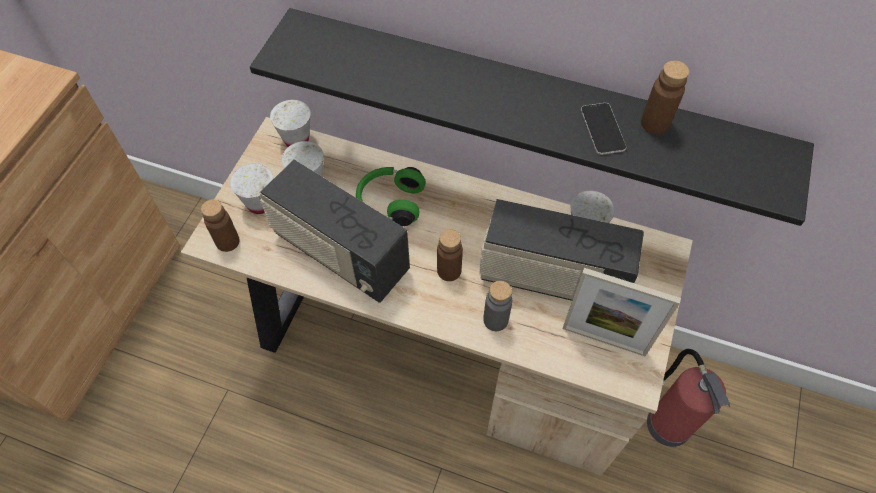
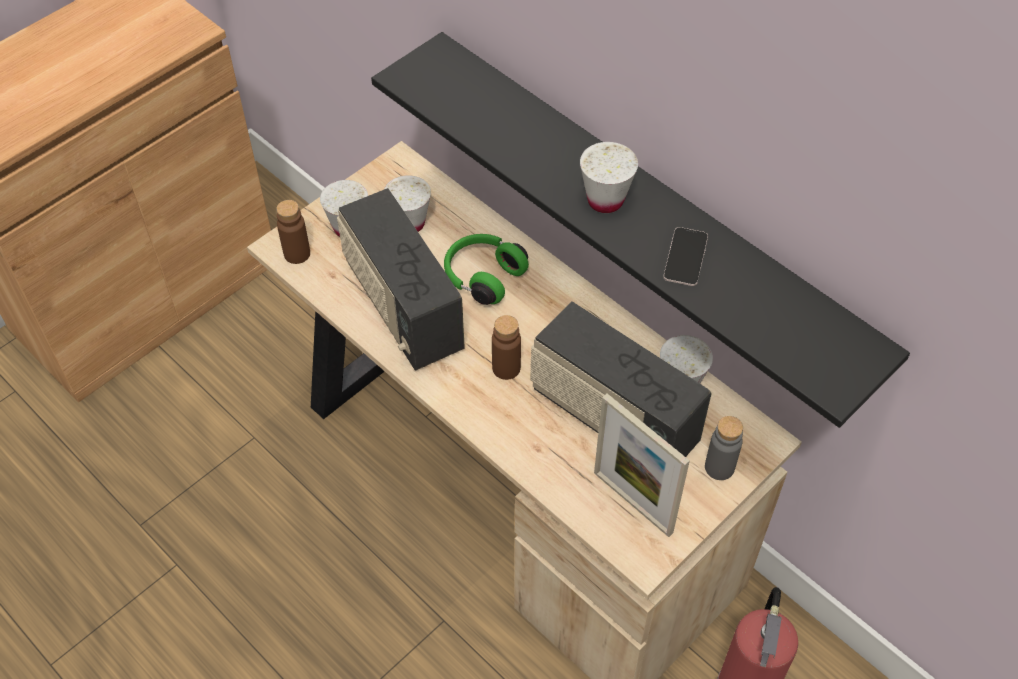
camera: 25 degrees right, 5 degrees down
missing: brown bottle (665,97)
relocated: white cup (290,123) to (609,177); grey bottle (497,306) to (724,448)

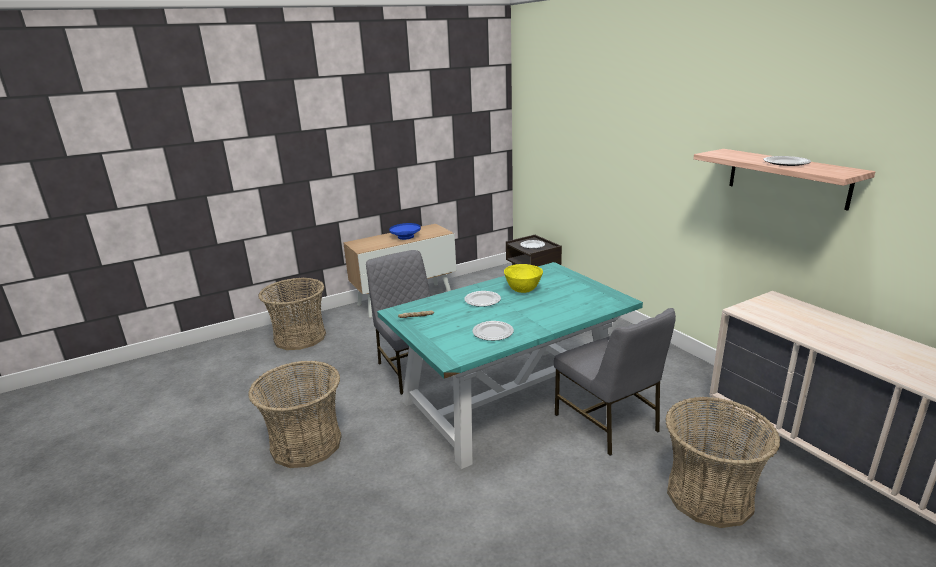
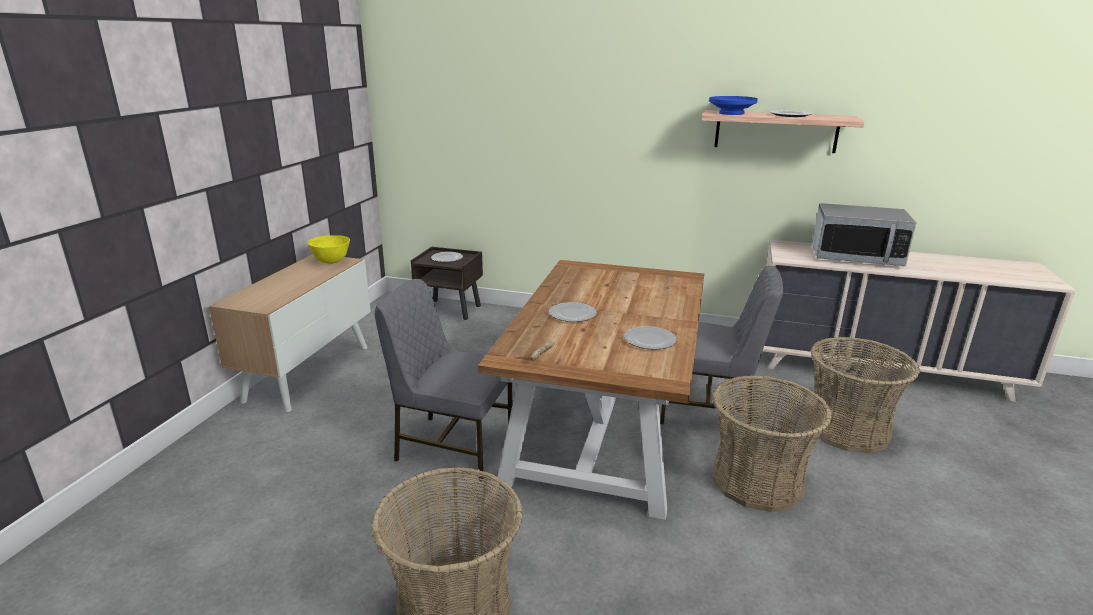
camera: 45 degrees left, 0 degrees up
appeared: microwave (864,234)
relocated: basket (292,314) to (772,443); blue bowl (405,231) to (733,105); yellow bowl (523,278) to (329,249)
colour: turquoise dining table (510,365) to brown dining table (591,390)

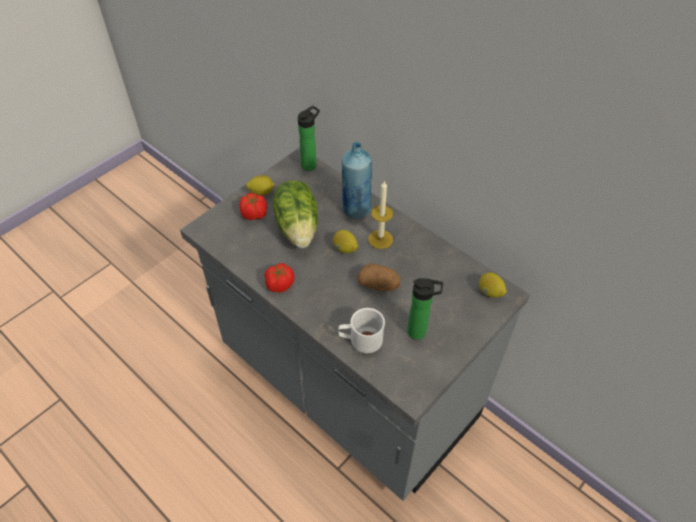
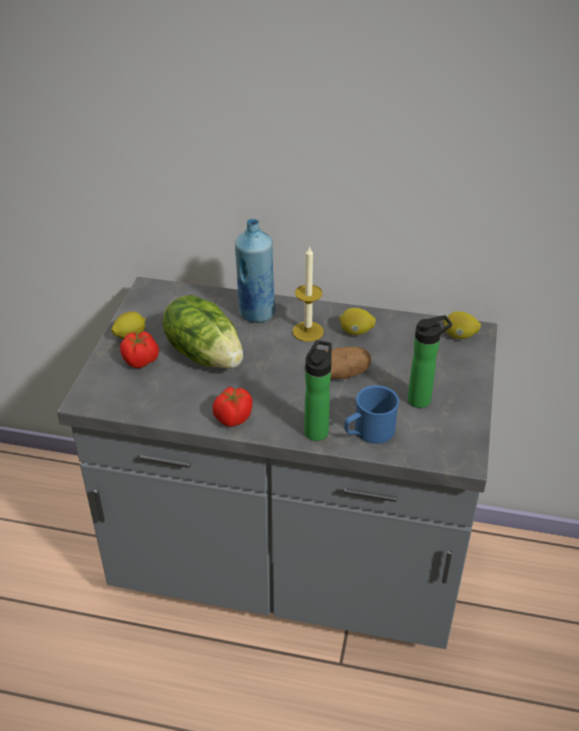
camera: 30 degrees left, 10 degrees down
relocated: bottle (309,138) to (318,390); lemon (345,241) to (357,321)
colour: white mug (361,330) to blue mug (372,414)

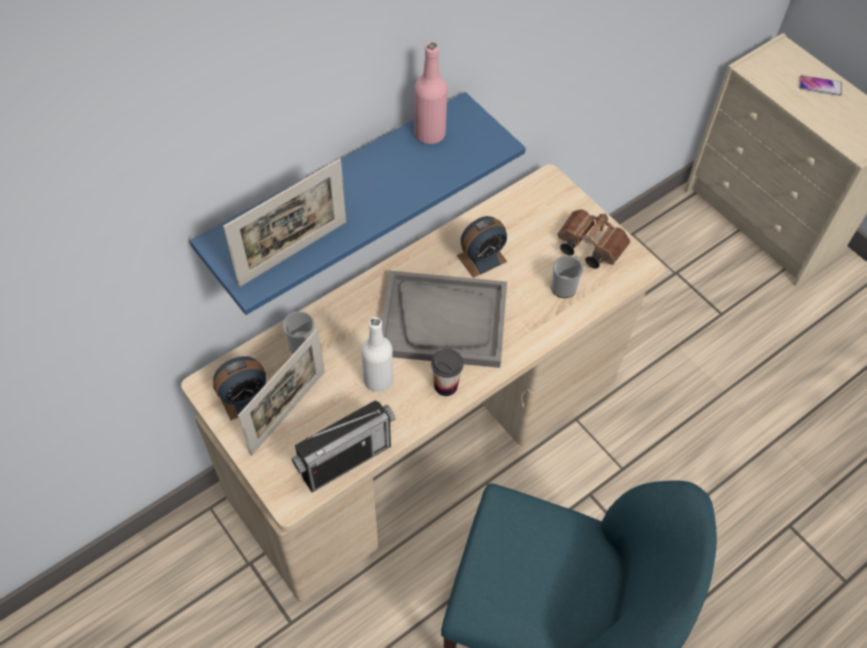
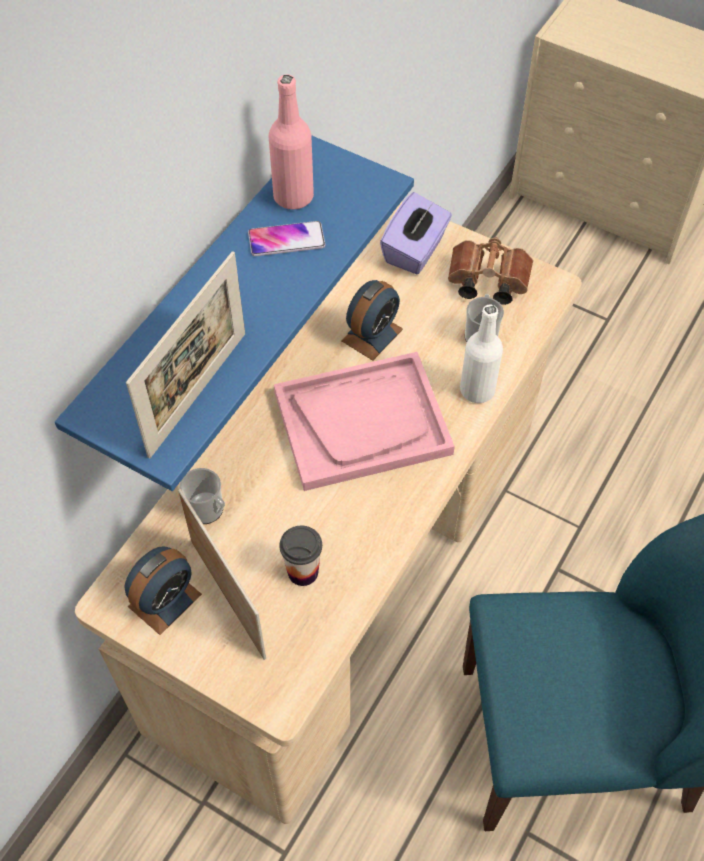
camera: 20 degrees left, 0 degrees up
missing: radio (343,446)
appeared: purple tissue box (416,233)
relocated: white bottle (377,354) to (481,354); cup (447,372) to (301,556); phone (820,85) to (286,238)
colour: grey tray (444,319) to pink tray (364,421)
spun: picture frame (281,392) = (222,574) 45 degrees counterclockwise

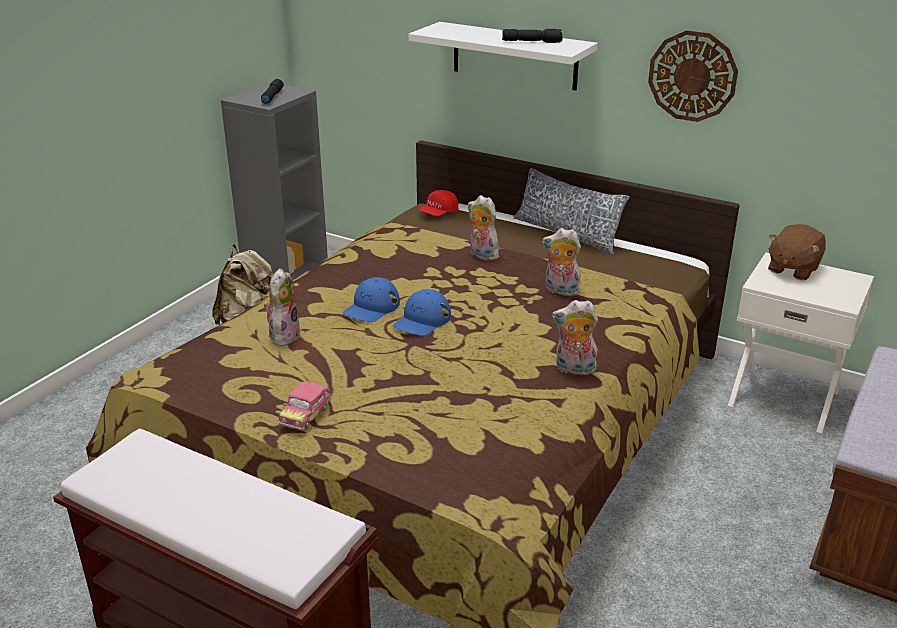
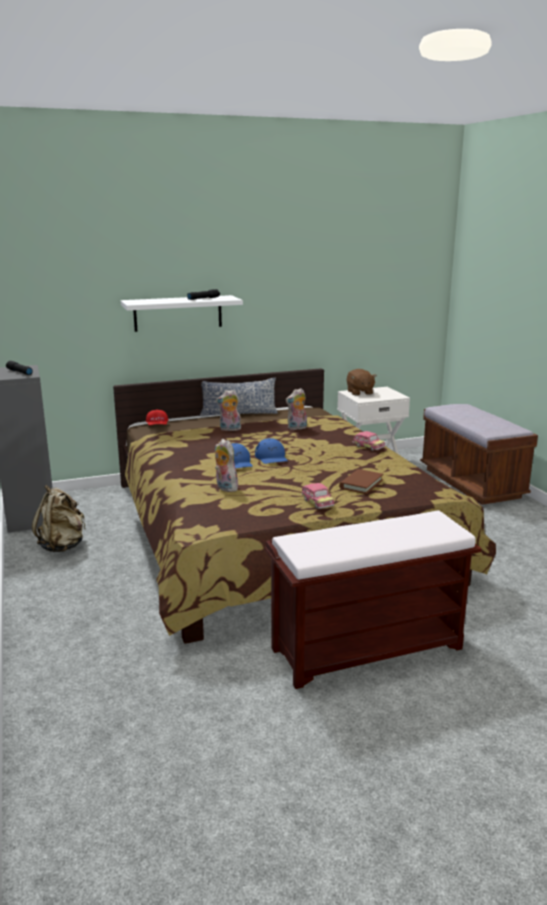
camera: 50 degrees left, 10 degrees down
missing: wall clock (693,76)
appeared: brown book (361,481)
exchanged: plush toy (575,337) to toy car (369,441)

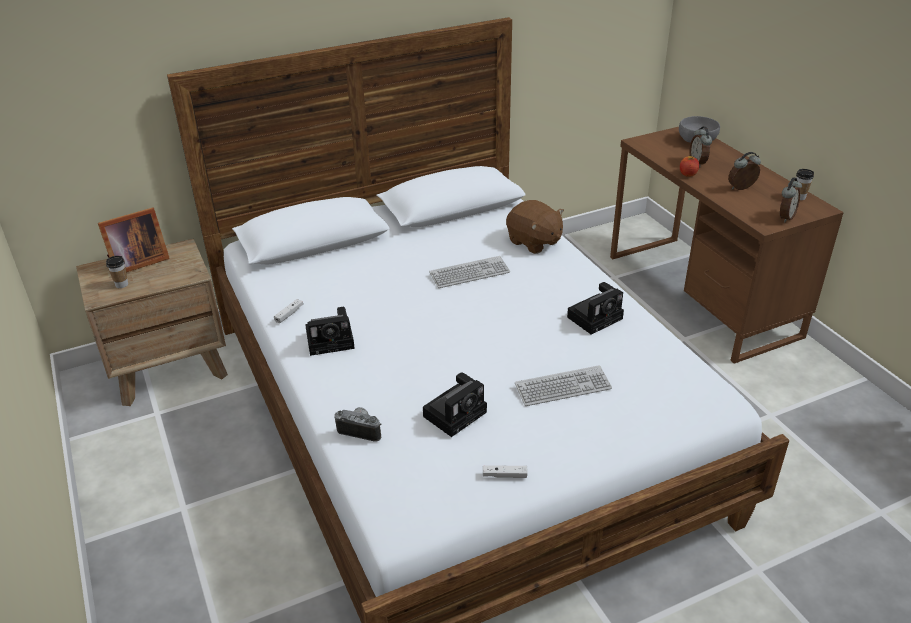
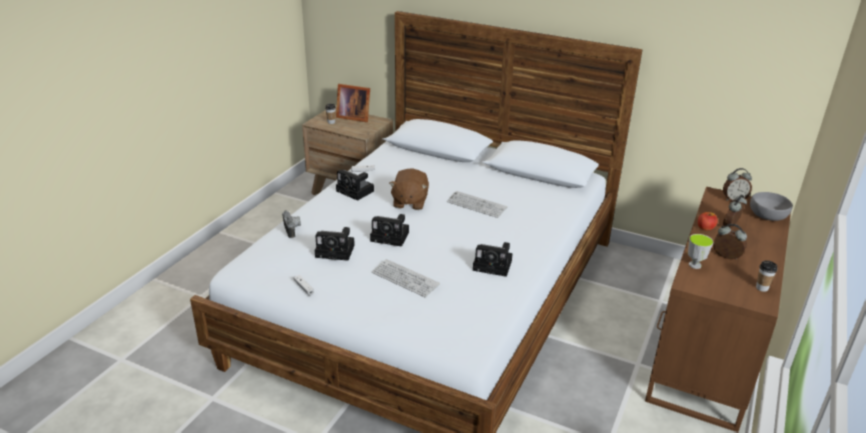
camera: 50 degrees right, 5 degrees down
appeared: photo camera (389,230); cup (701,251)
relocated: brown plush toy (535,227) to (409,189); alarm clock (791,199) to (737,185)

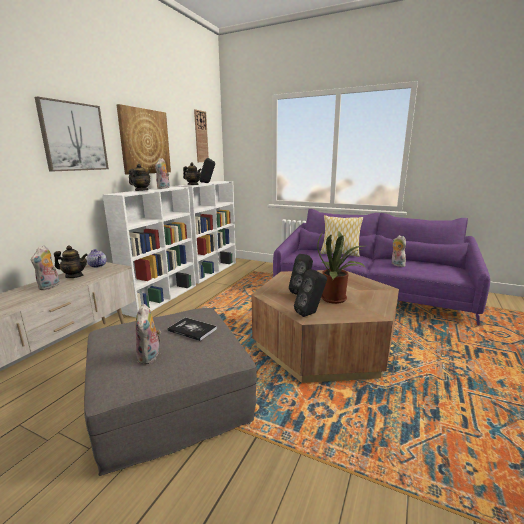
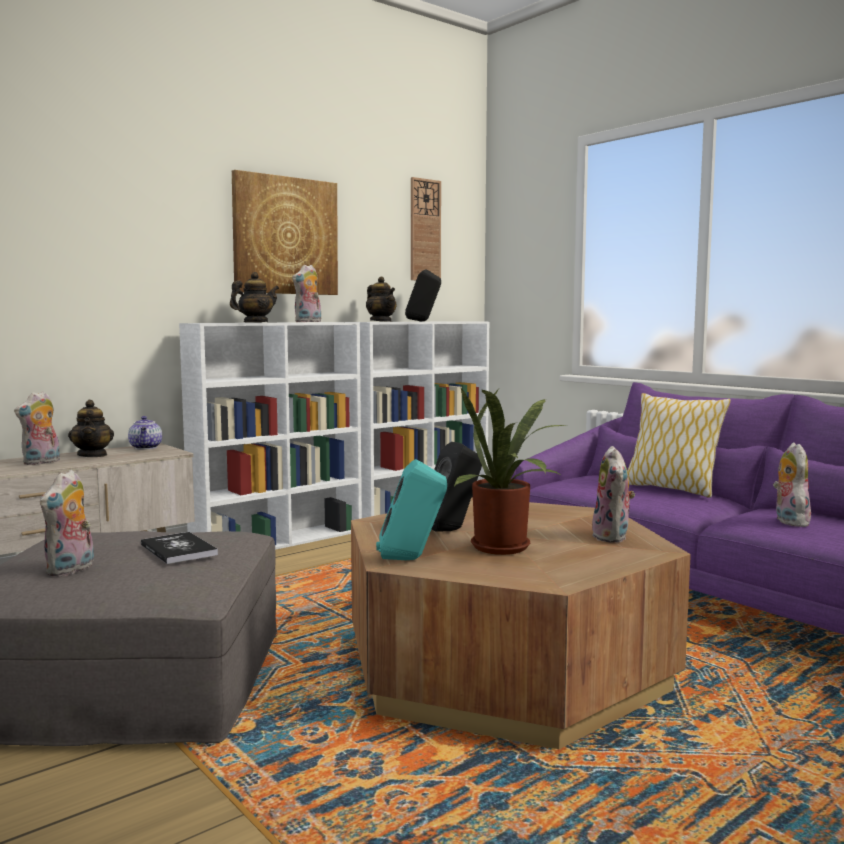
camera: 25 degrees right, 10 degrees down
missing: picture (72,134)
appeared: plush toy (613,494)
colour: black speaker (310,293) to turquoise speaker (411,509)
spun: teapot (71,261) = (91,428) 45 degrees clockwise

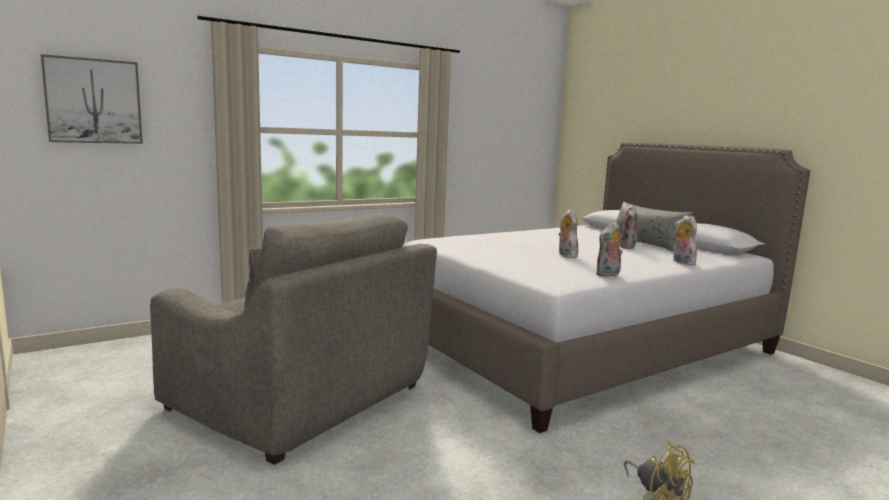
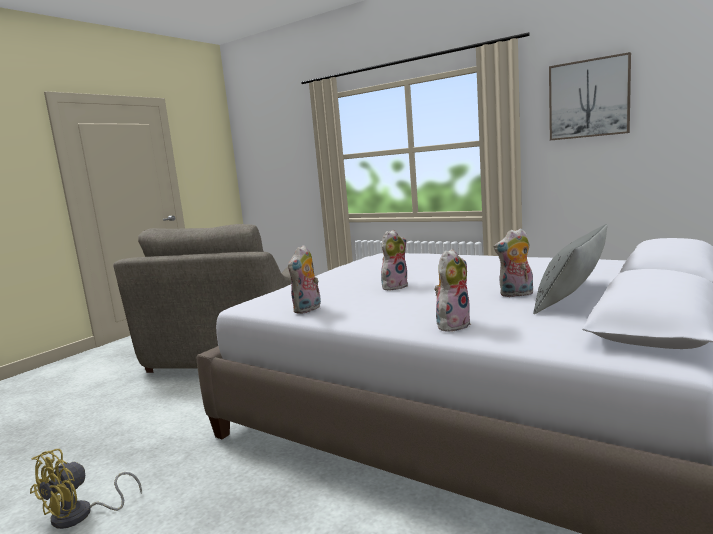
camera: 70 degrees right, 0 degrees up
relocated: picture (92,99) to (590,96)
spun: plush toy (609,249) = (304,279) 90 degrees counterclockwise

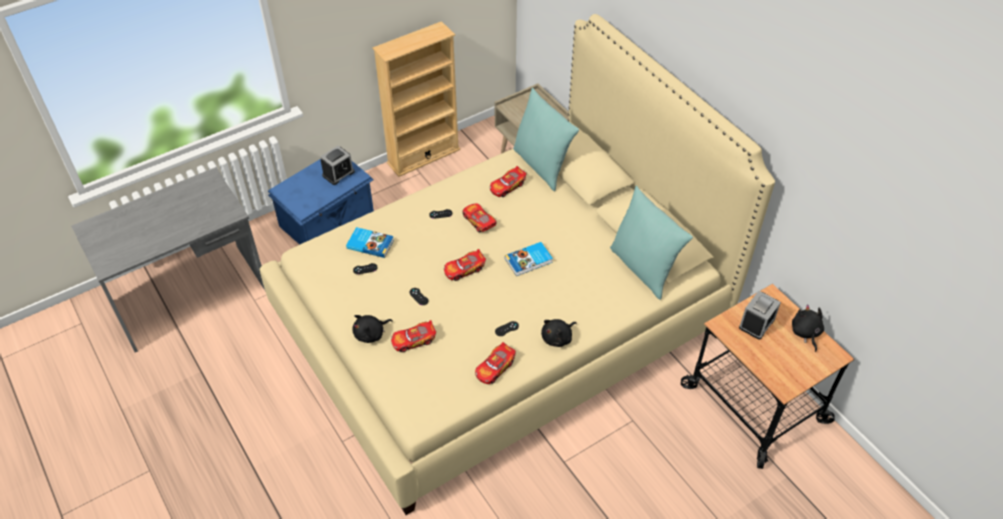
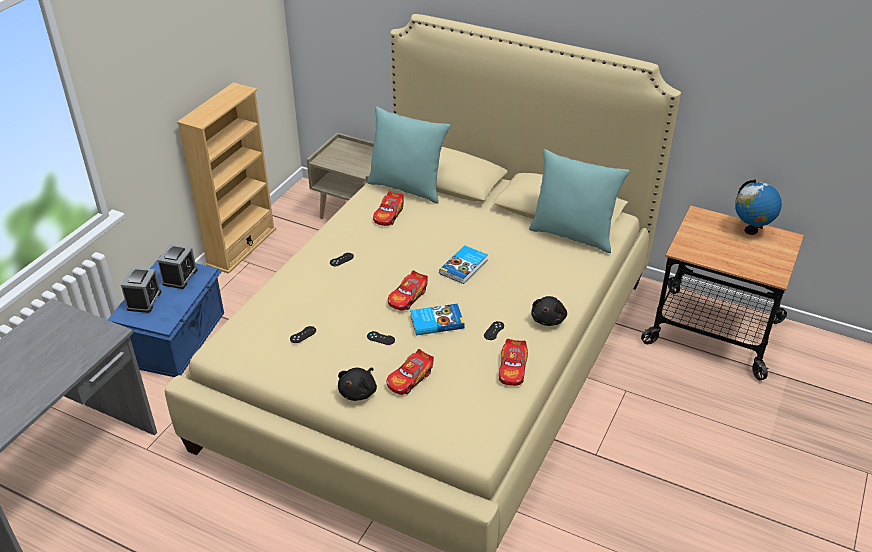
camera: 30 degrees left, 10 degrees down
missing: toy car (480,218)
relocated: book (370,242) to (437,320); alarm clock (760,315) to (141,290)
exchanged: black plush toy (808,328) to globe (758,207)

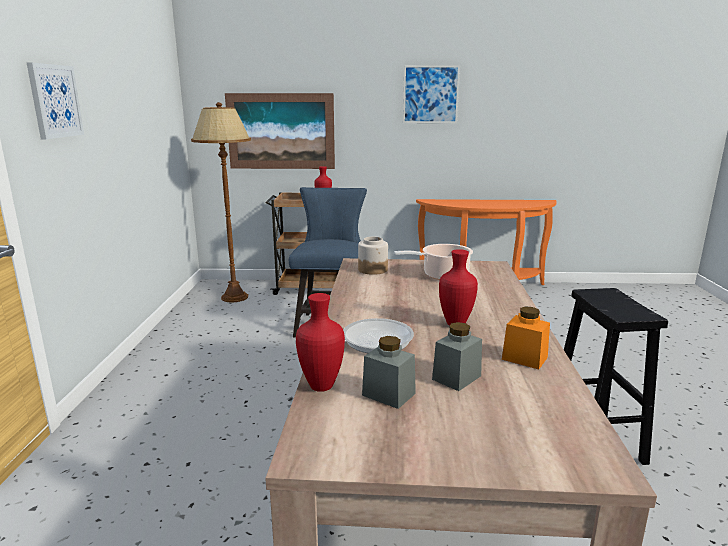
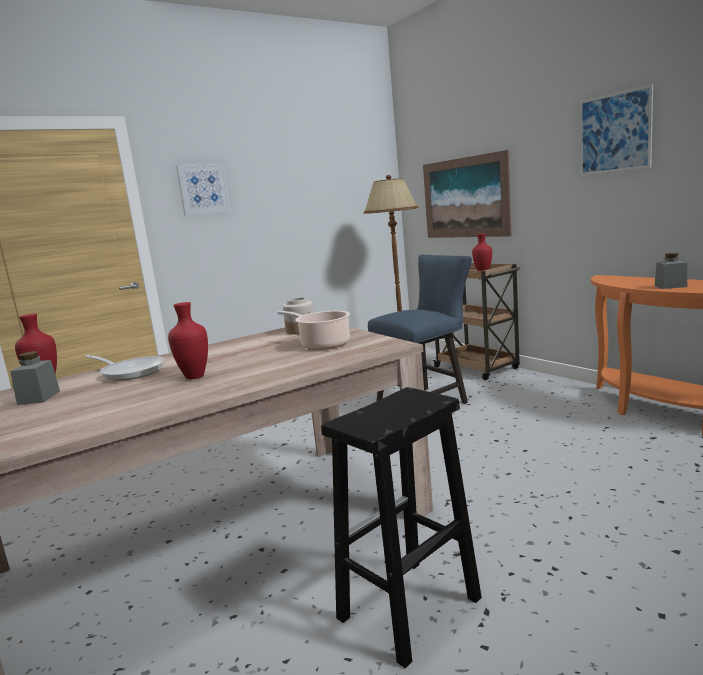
camera: 55 degrees right, 5 degrees down
missing: orange jar (526,338)
relocated: grey jar (457,356) to (671,271)

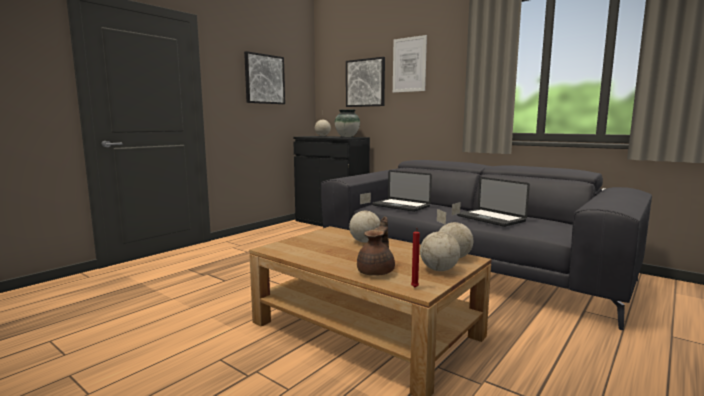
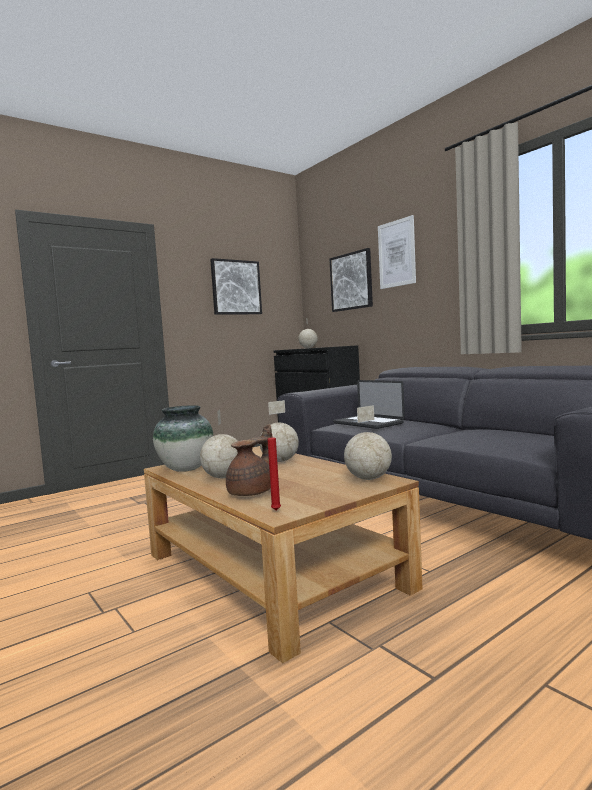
camera: 15 degrees right, 5 degrees down
missing: laptop (493,202)
relocated: vase (347,123) to (183,438); globe (440,240) to (219,444)

